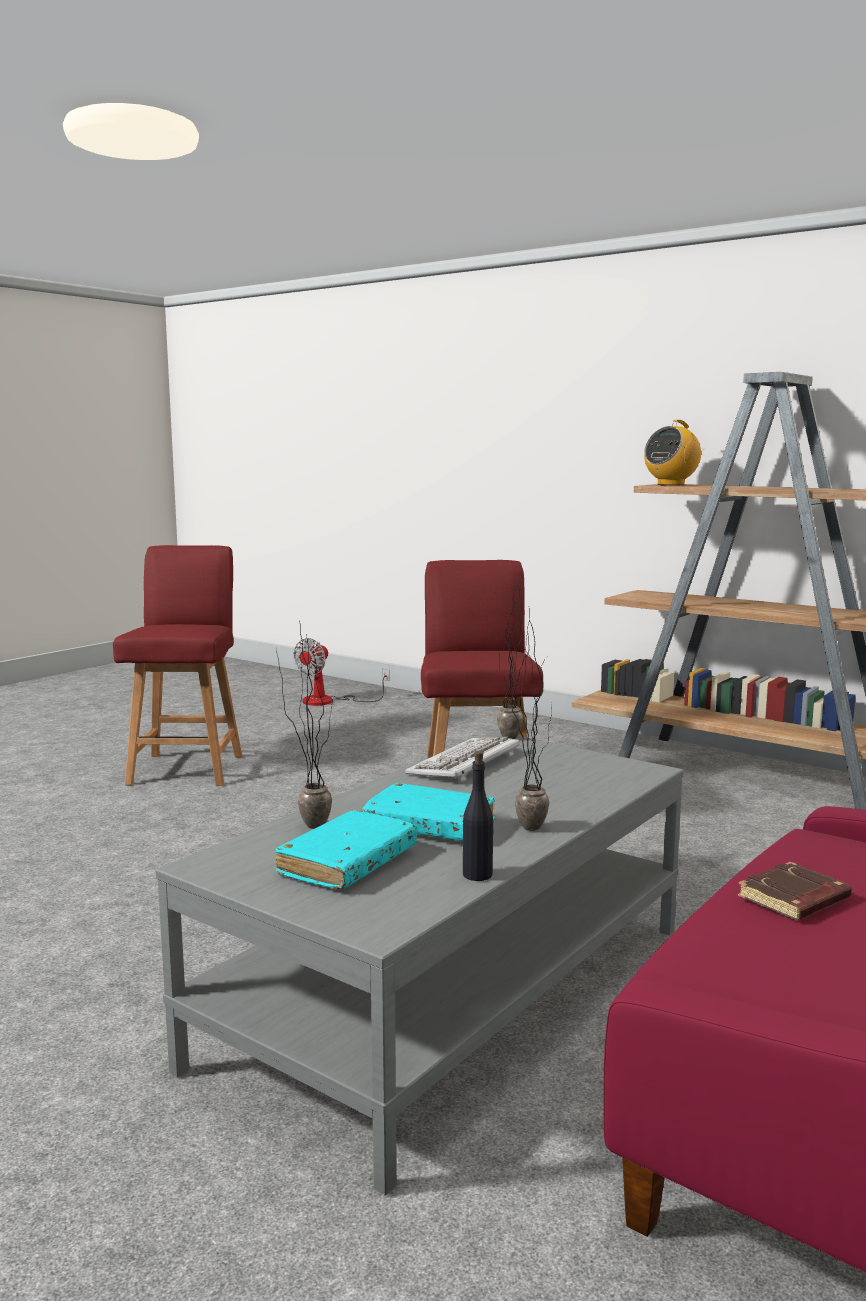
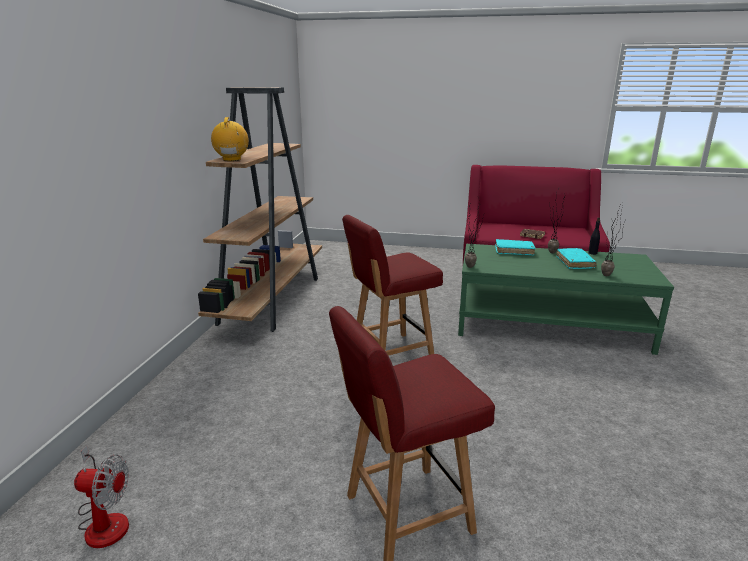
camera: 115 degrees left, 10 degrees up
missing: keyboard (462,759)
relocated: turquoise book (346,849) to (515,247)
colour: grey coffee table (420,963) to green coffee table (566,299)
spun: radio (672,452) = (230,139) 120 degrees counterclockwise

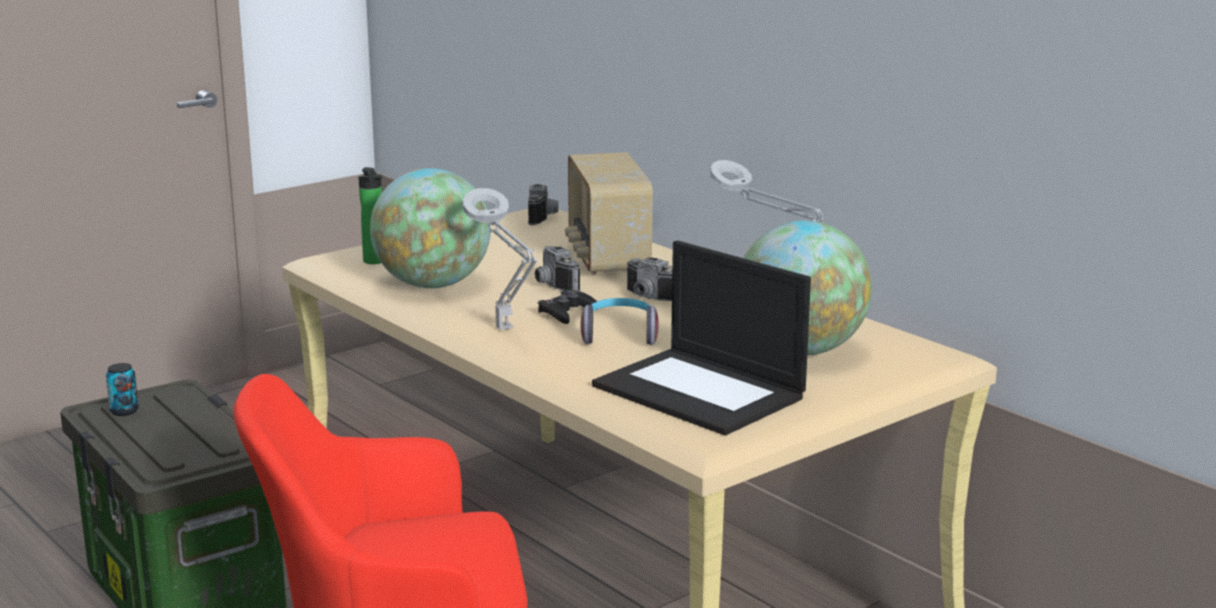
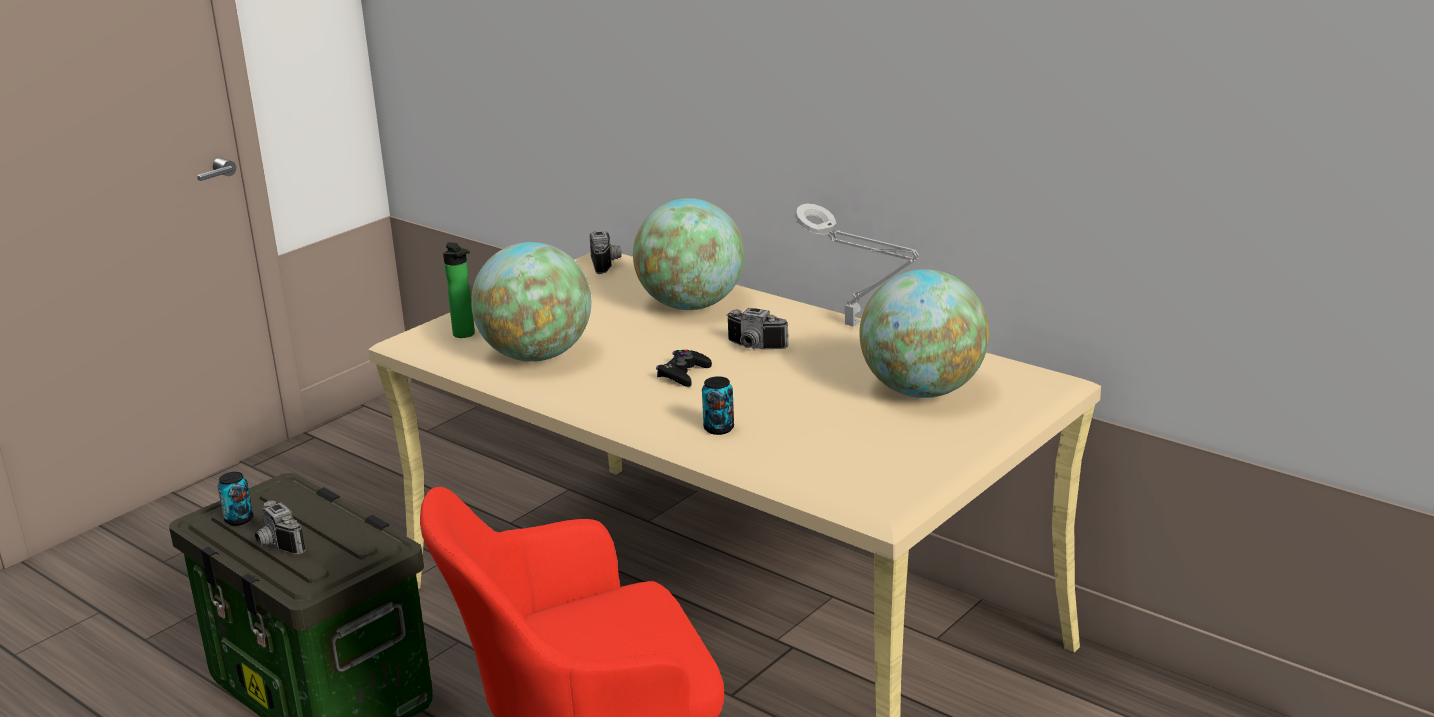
camera: 10 degrees left, 5 degrees up
missing: grey table lamp (499,259); headphones (619,321); laptop (701,337)
appeared: can (718,405)
relocated: photo camera (557,268) to (280,527)
exchanged: radio (609,213) to globe (689,254)

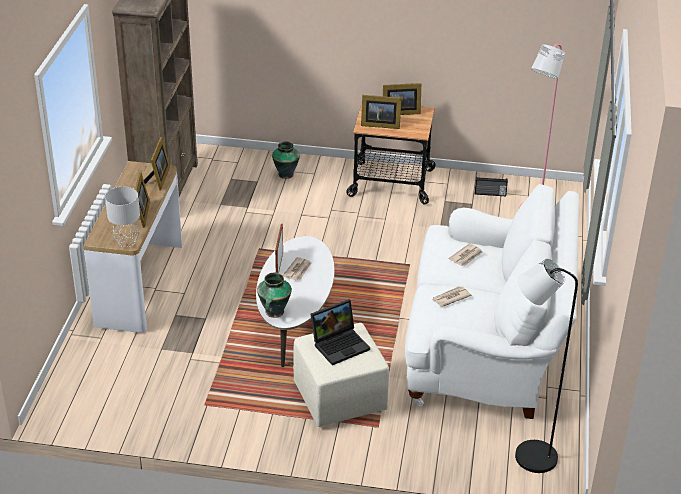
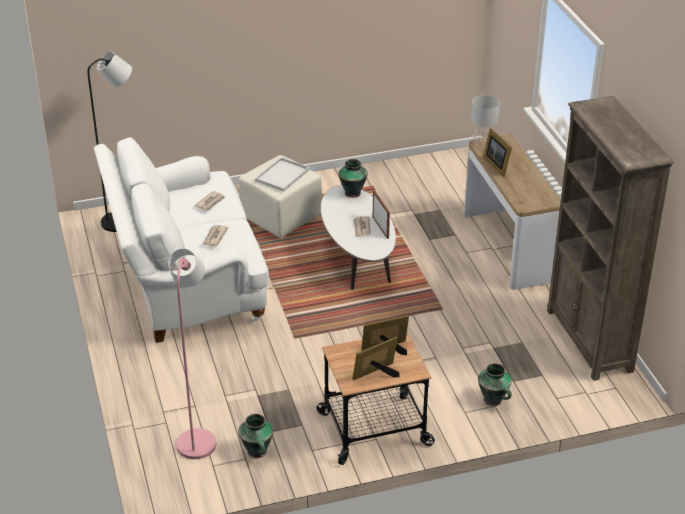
camera: 155 degrees right, 0 degrees up
missing: picture frame (157,164)
exchanged: laptop (340,332) to white tray (282,174); radio (491,186) to vase (255,436)

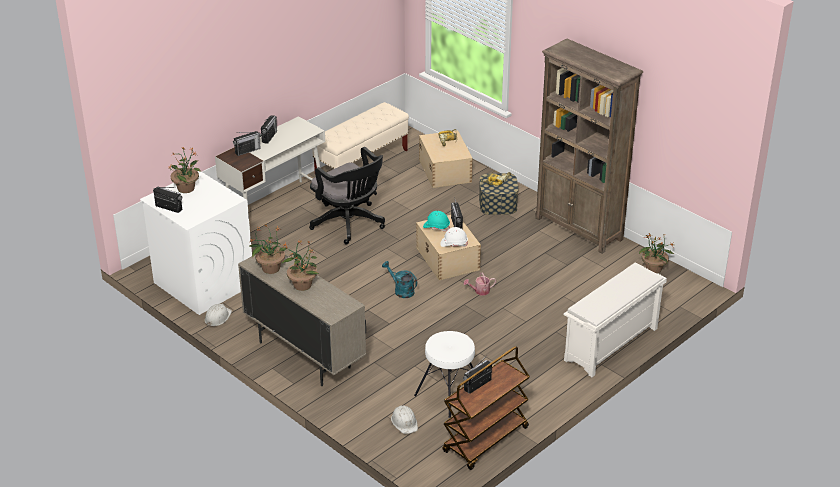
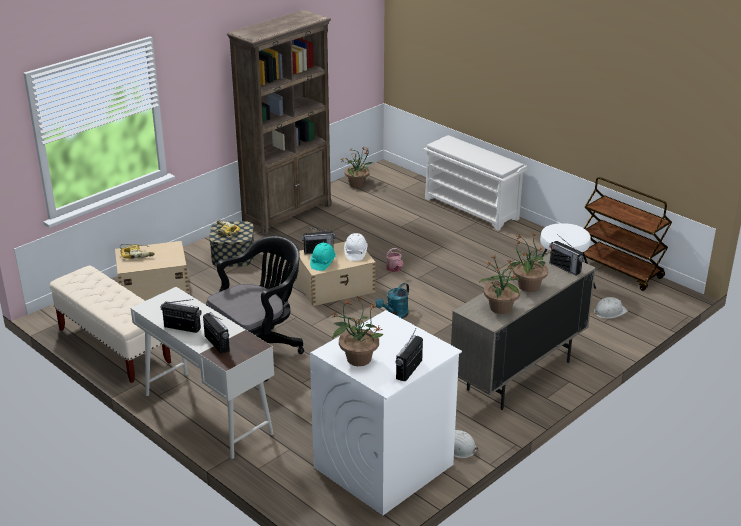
camera: 90 degrees left, 5 degrees down
relocated: radio (477,375) to (566,255)

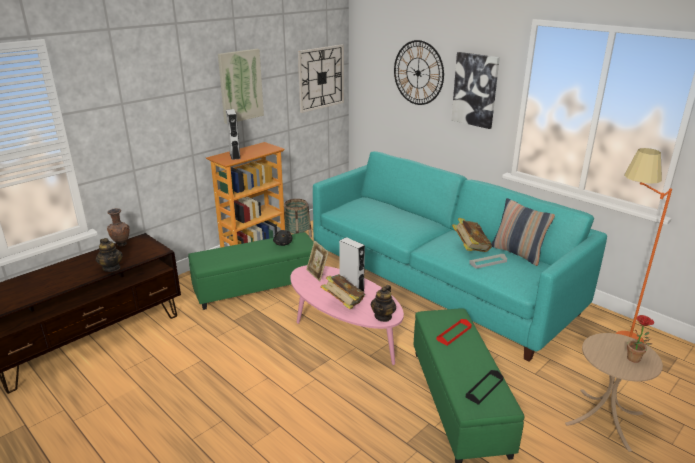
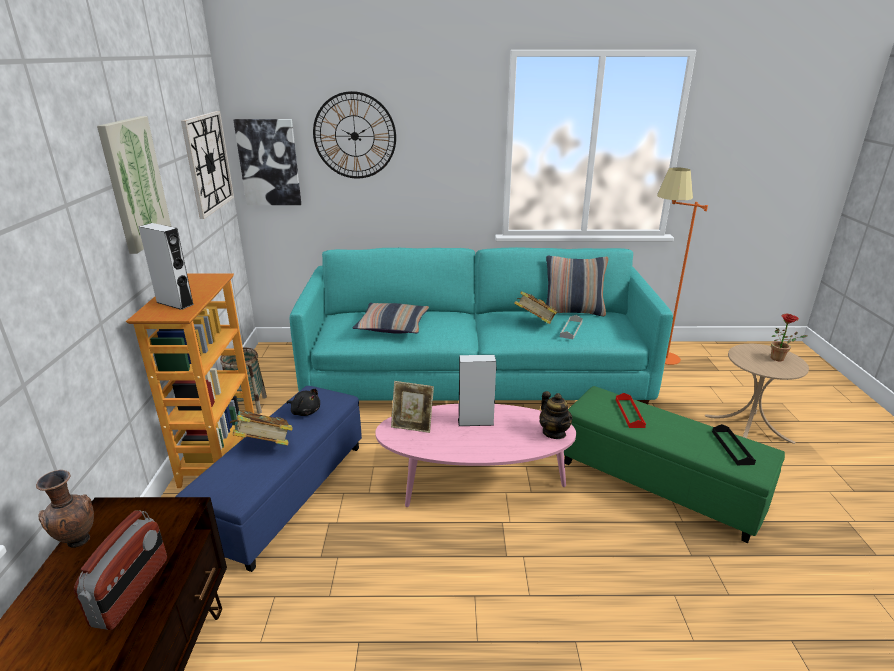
camera: 45 degrees left, 0 degrees up
appeared: pillow (390,318)
relocated: book (343,291) to (261,428); picture (475,90) to (267,162)
exchanged: teapot (109,255) to radio (120,570)
colour: green ottoman (251,271) to blue ottoman (268,479)

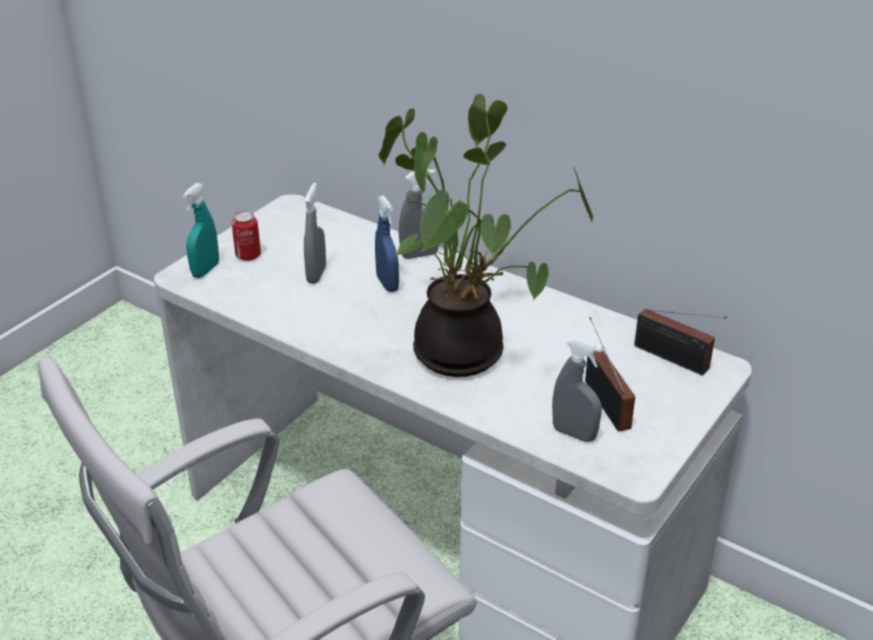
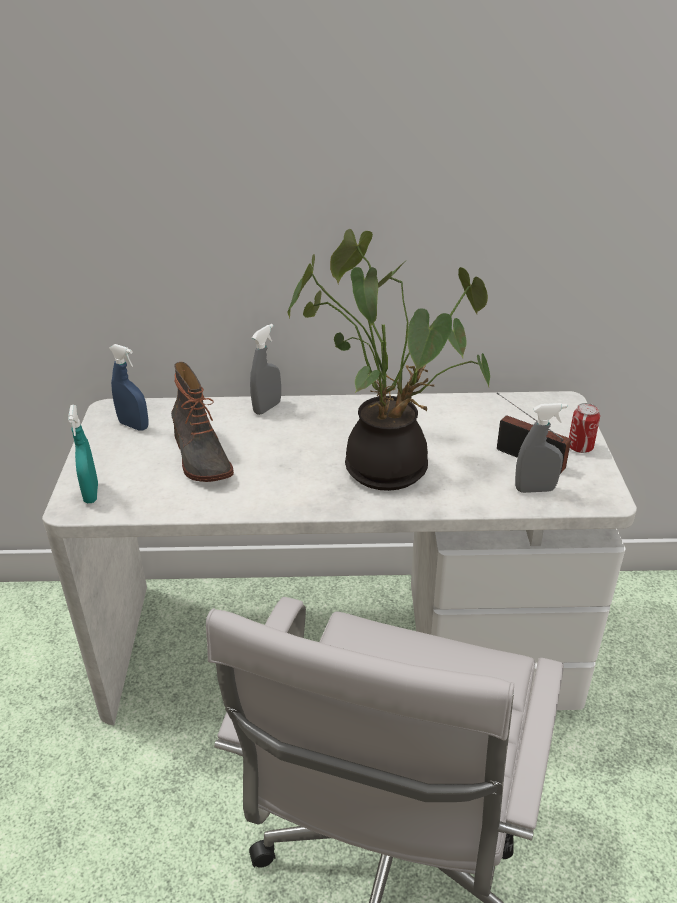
camera: 35 degrees left, 0 degrees up
missing: radio (680,342)
relocated: can (246,236) to (584,428); blue spray bottle (387,243) to (129,387)
exchanged: grey spray bottle (315,233) to boot (202,422)

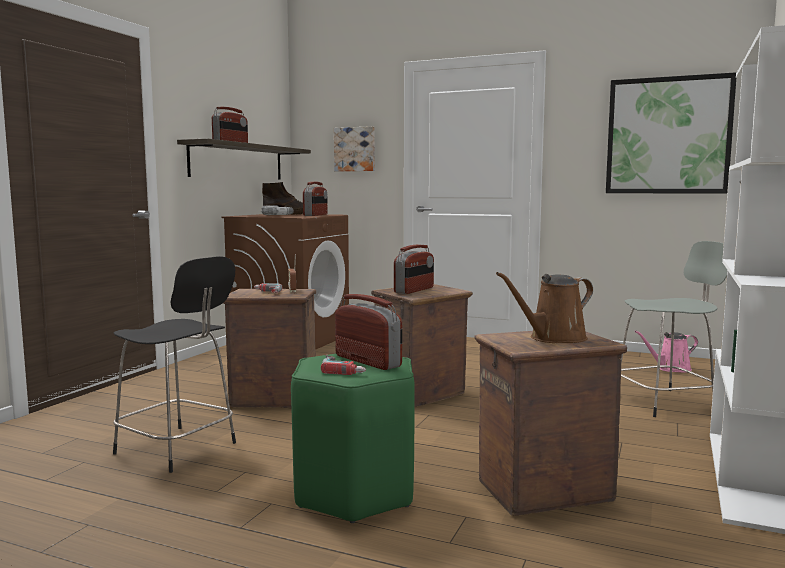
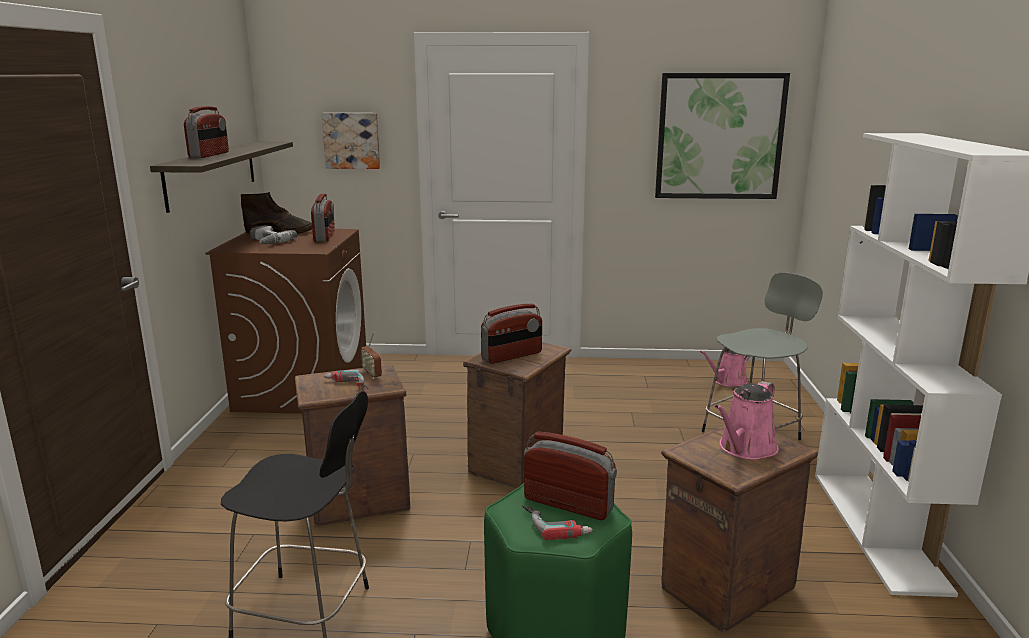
camera: 20 degrees left, 10 degrees up
colour: brown watering can (544,307) to pink watering can (746,420)
spun: radio (414,269) = (511,334) 45 degrees clockwise

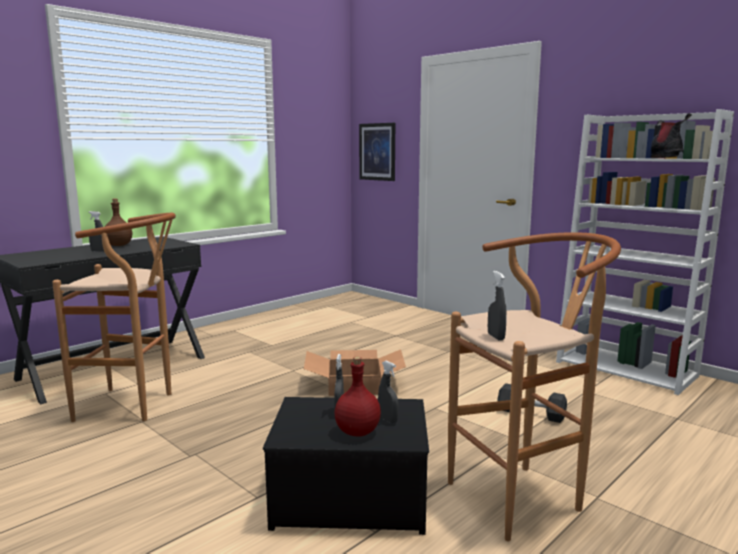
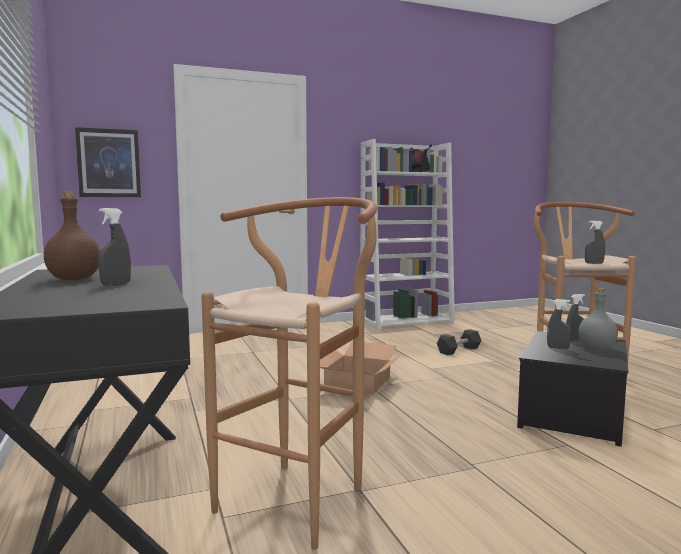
camera: 65 degrees left, 5 degrees down
colour: red bottle (357,396) to grey bottle (598,319)

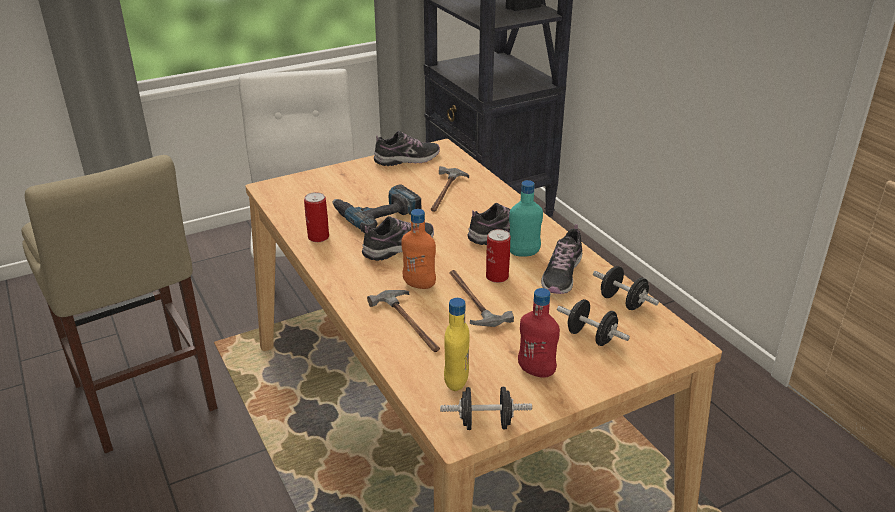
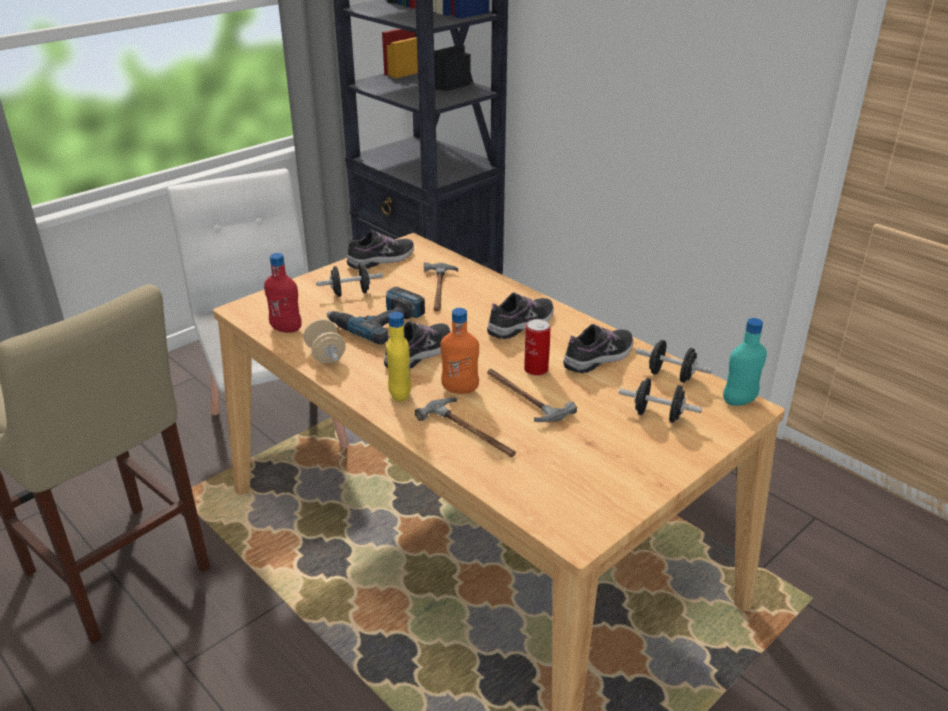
camera: 15 degrees left, 0 degrees up
relocated: black dumbbell (486,408) to (349,280); yellow bottle (456,344) to (398,357); turquoise bottle (526,218) to (745,362); red bottle (539,333) to (283,293)
exchanged: can (316,217) to beige dumbbell (325,341)
spun: shoe (561,259) = (598,348) 135 degrees counterclockwise

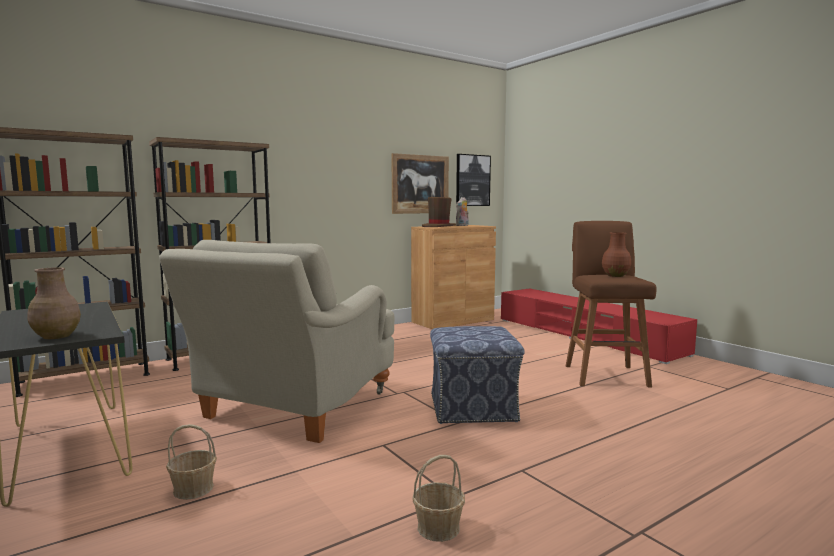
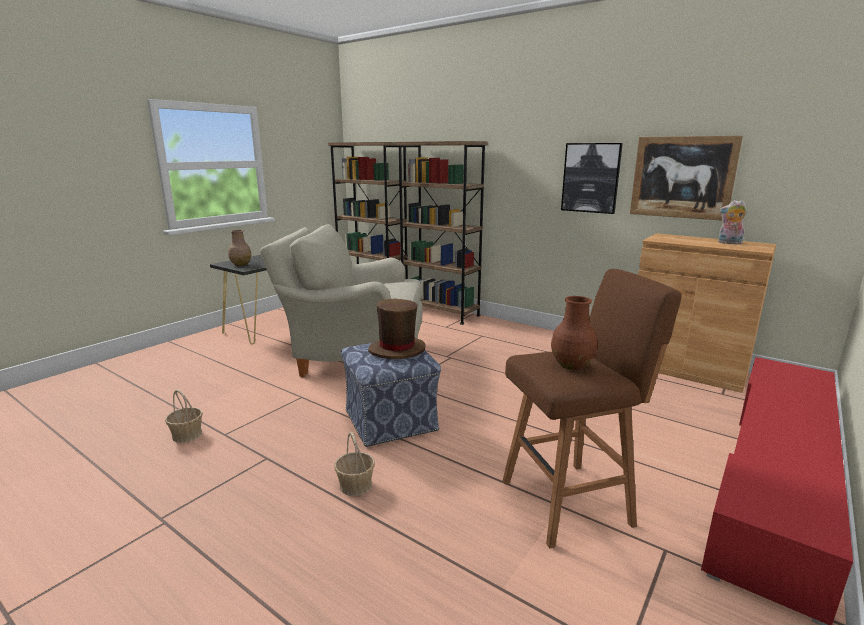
camera: 70 degrees right, 10 degrees up
relocated: basket (191,462) to (354,464); brown hat (439,212) to (397,329); picture (473,180) to (592,178)

